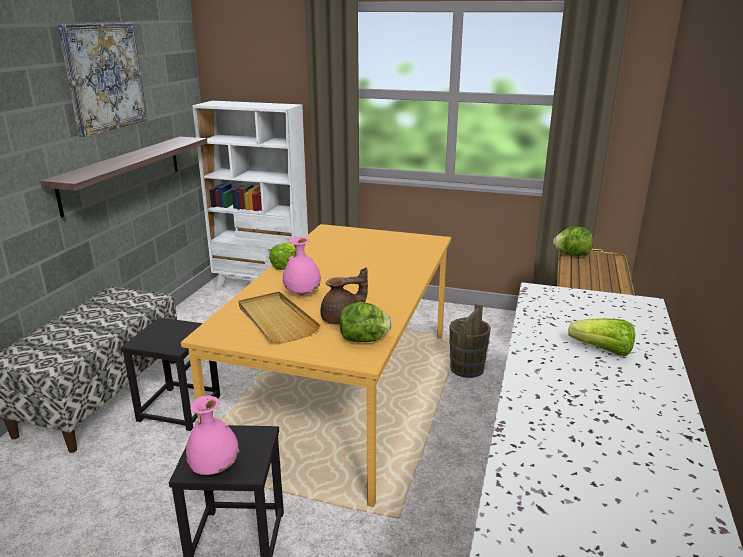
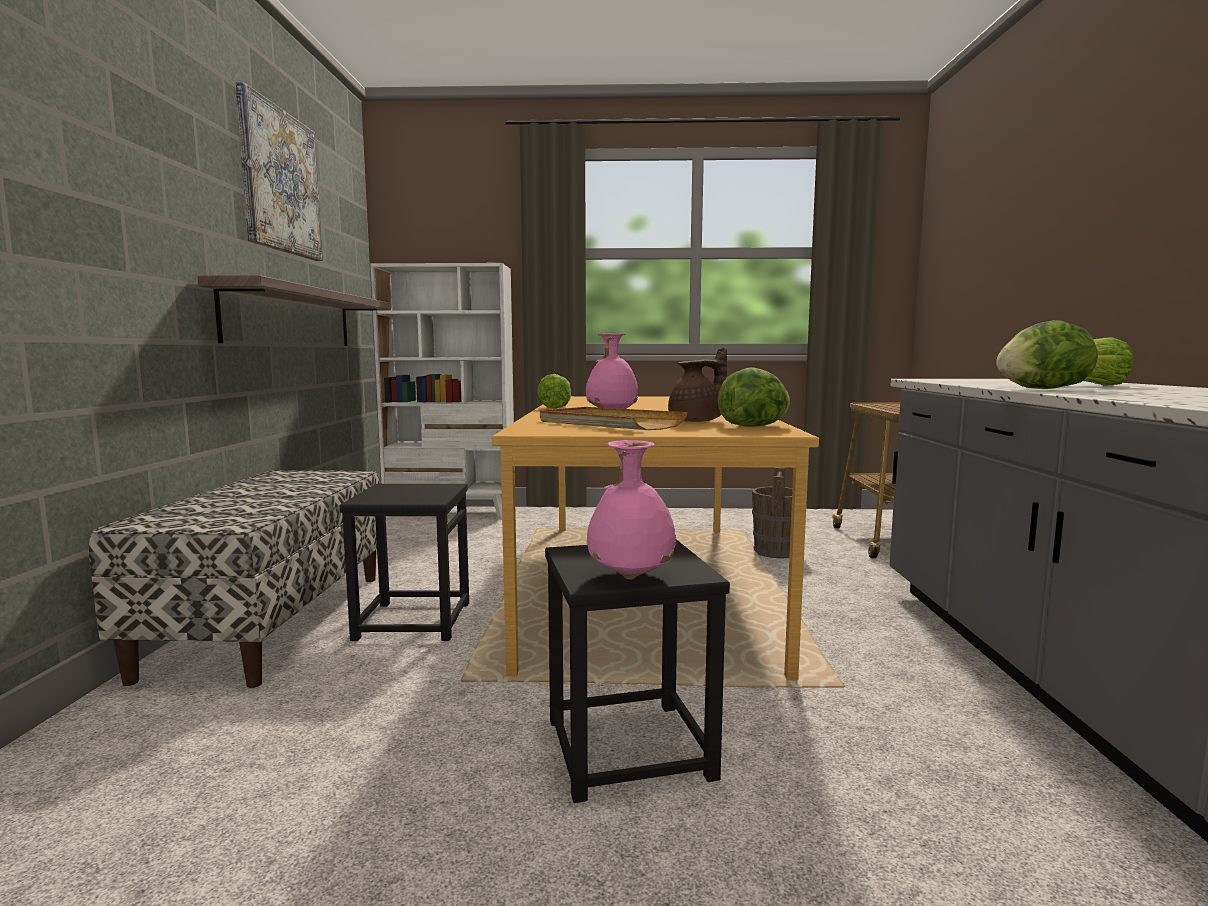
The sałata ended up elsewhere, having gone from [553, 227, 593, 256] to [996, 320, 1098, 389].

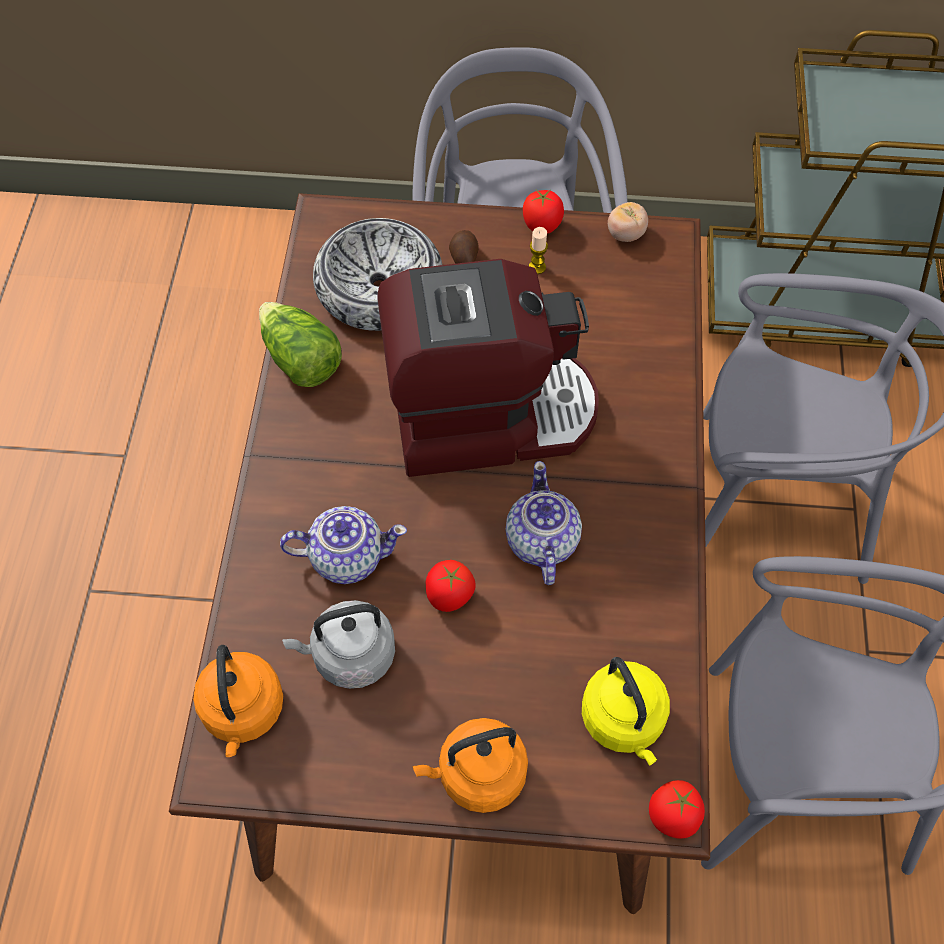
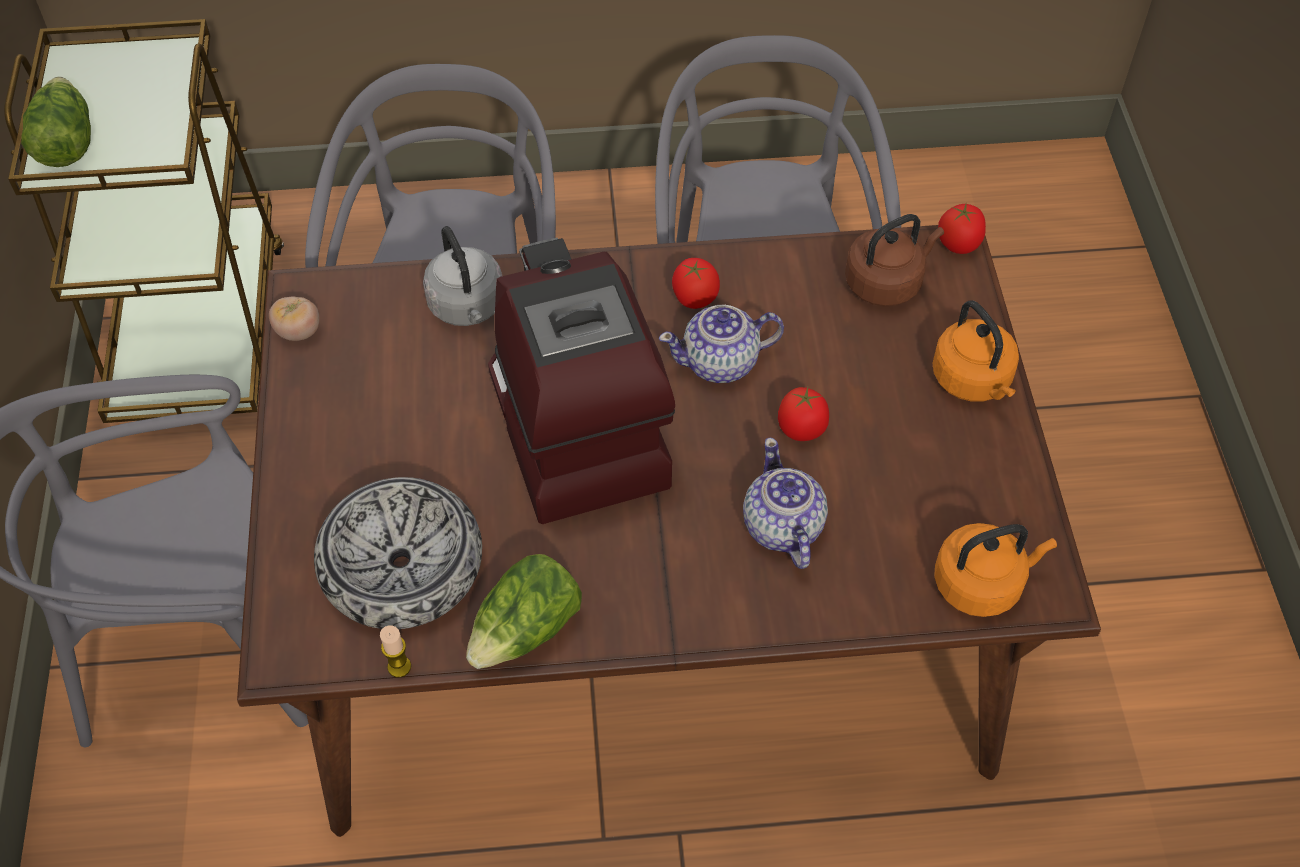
The second view gained the sałata at [21, 77, 91, 167]. The świeca ended up elsewhere, having gone from [529, 227, 548, 274] to [380, 625, 411, 678]. The czajnik/szary ended up elsewhere, having gone from [282, 600, 395, 689] to [423, 226, 502, 326]. The pomidor ended up elsewhere, having gone from [523, 190, 564, 234] to [672, 258, 720, 309]. What was the czajnik/żółty at [582, 657, 670, 766] turned into the czajnik/brązowy at [845, 214, 944, 306]. The second view lost the ziemniak at [449, 230, 478, 264].

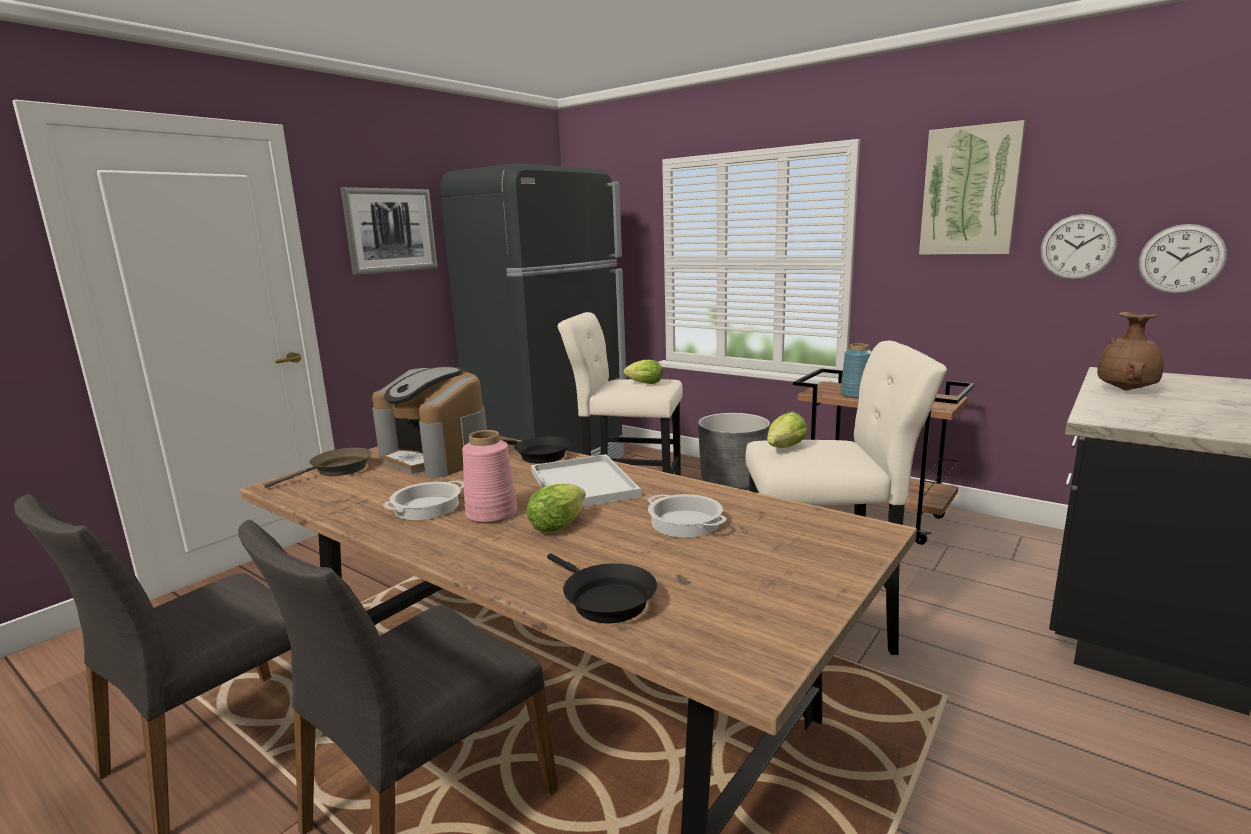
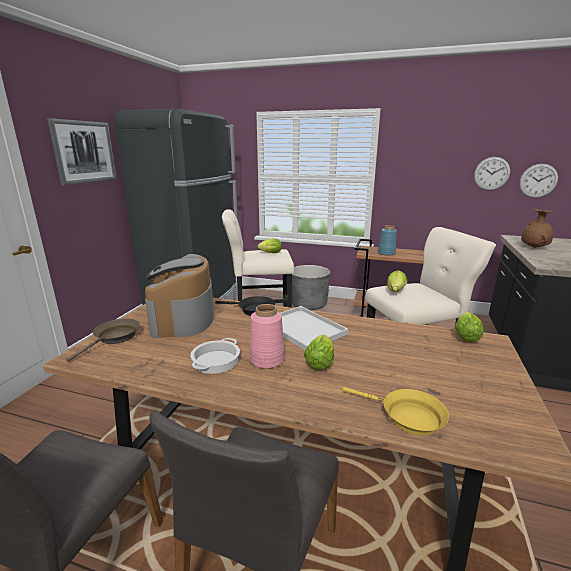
The ekspres do kawy at [372, 366, 487, 478] ended up facing another way, 60 degrees clockwise from before. What was the patelnia/czarny at [547, 553, 657, 623] turned into the patelnia/żółty at [342, 387, 449, 436]. The second view gained the sałata at [455, 312, 483, 342]. The second view lost the garnek at [648, 494, 727, 538]. The second view lost the obraz at [919, 120, 1026, 255].

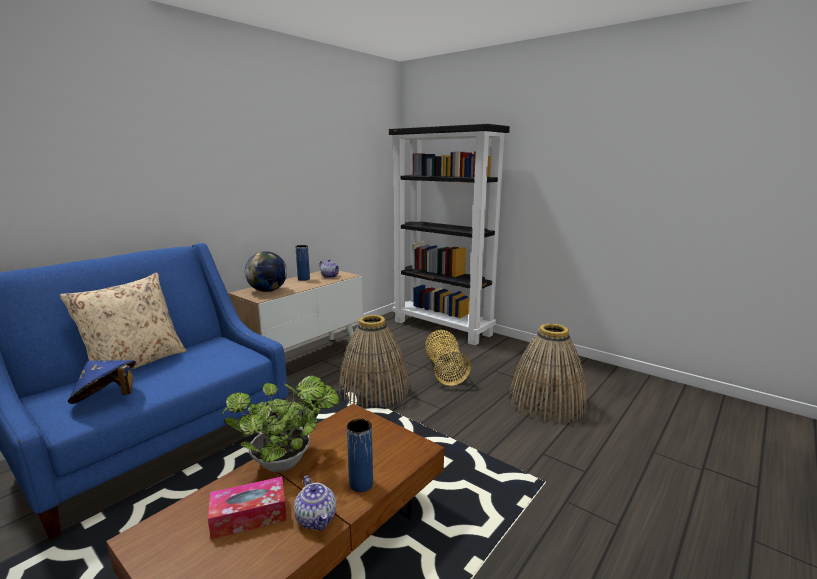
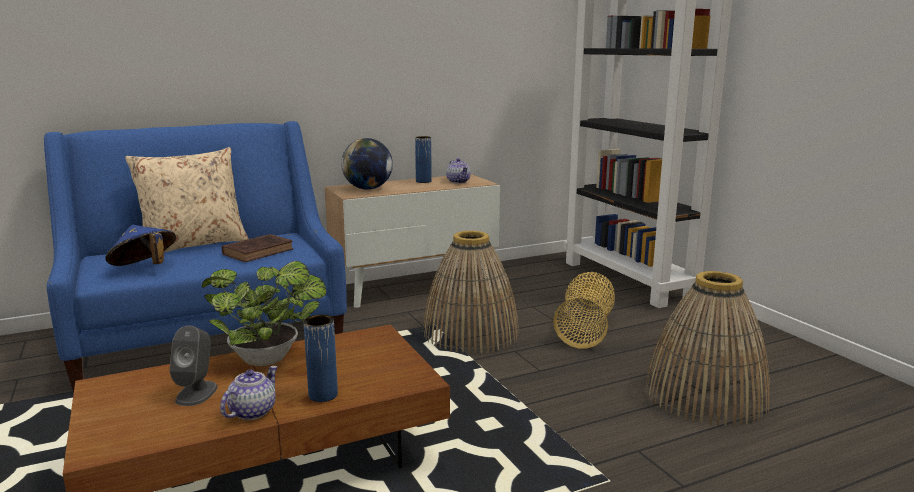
Where the pudełko chusteczek stood at [208, 477, 287, 539], the głośnik/szary came to stand at [169, 326, 218, 406]. The imbryk at [294, 475, 336, 531] ended up facing another way, 150 degrees counterclockwise from before. The second view gained the książka/brązowy at [222, 234, 293, 262].

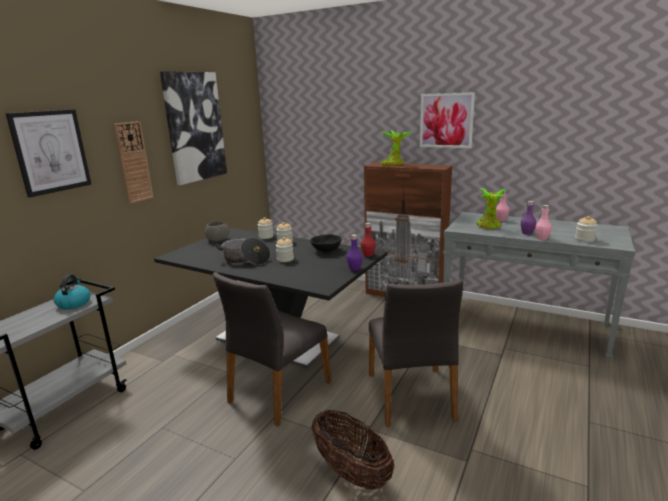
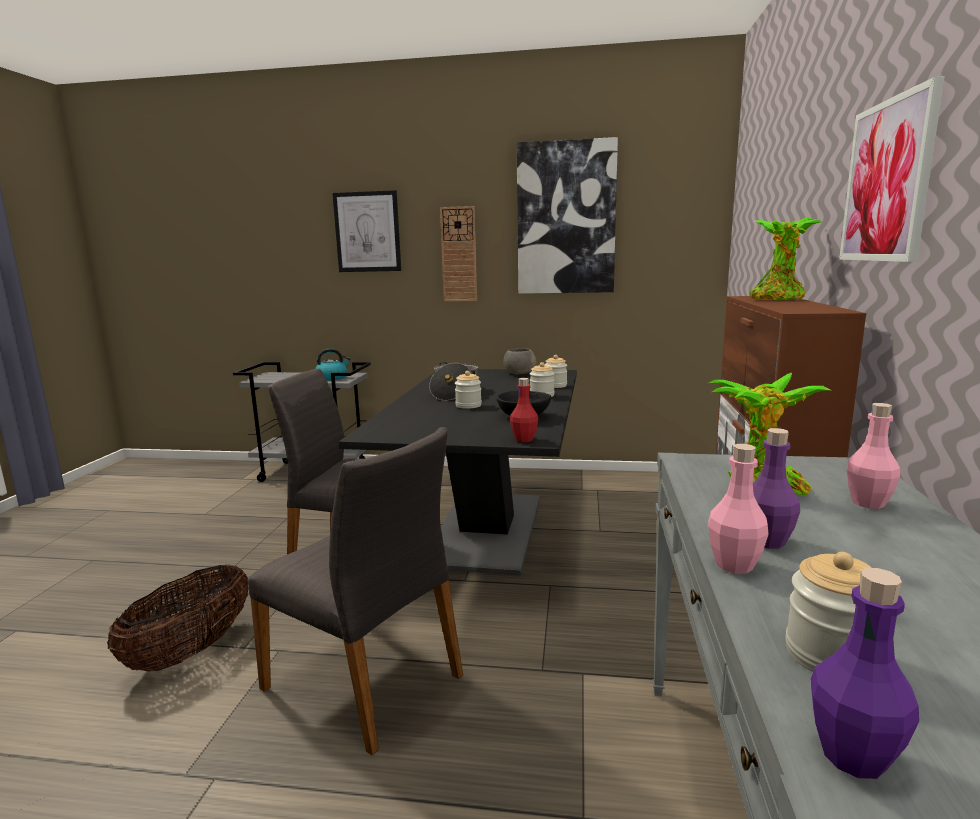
The krzesło/szary at [369, 279, 463, 427] ended up facing another way, 120 degrees counterclockwise from before. The butelka/fioletowy ended up elsewhere, having gone from [346, 234, 363, 271] to [811, 568, 919, 779].

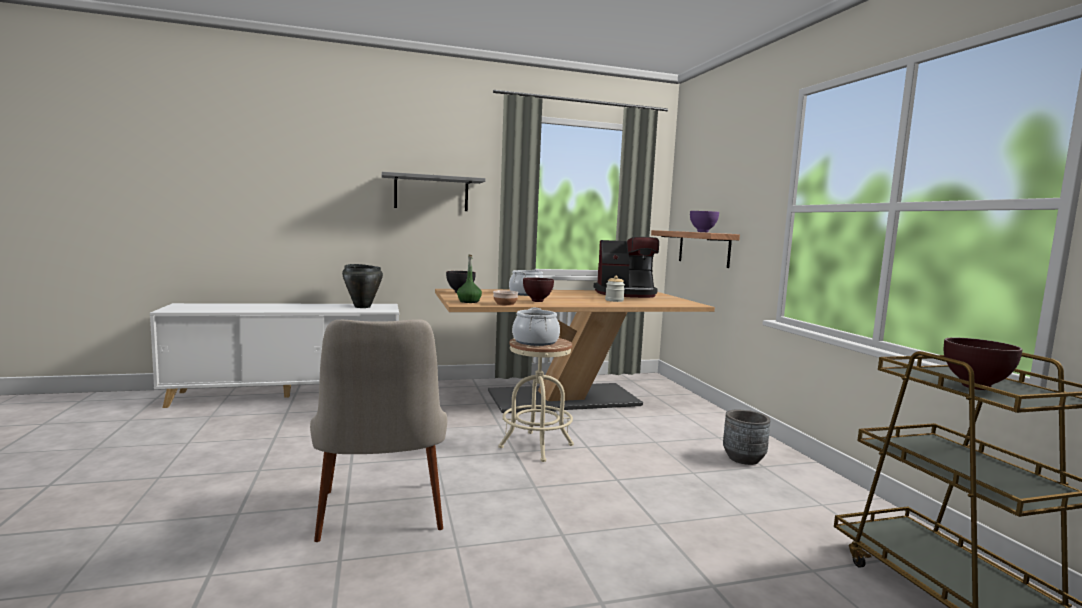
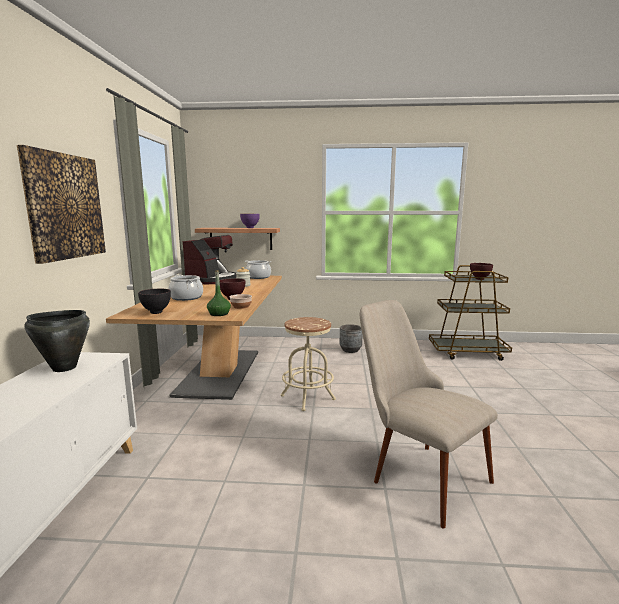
Where the półka/szary hung at [382, 172, 485, 211], the obraz came to hang at [17, 145, 106, 264]. The garnek ended up elsewhere, having gone from [512, 308, 560, 346] to [245, 260, 272, 279]. The krzesło/beżowy at [310, 319, 448, 542] ended up facing another way, 135 degrees counterclockwise from before.

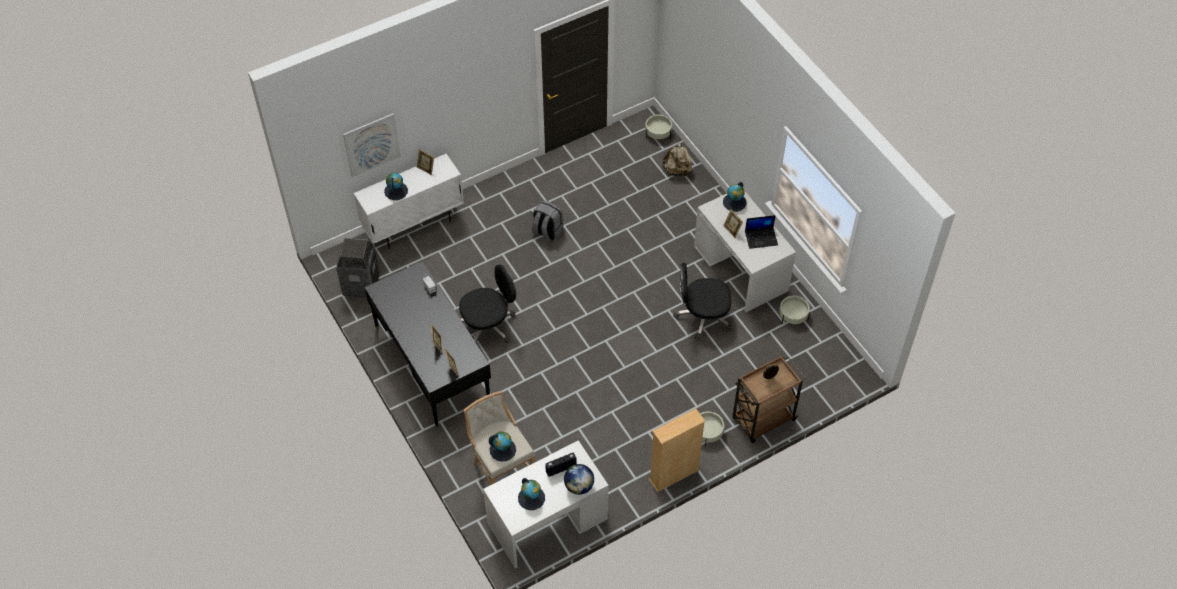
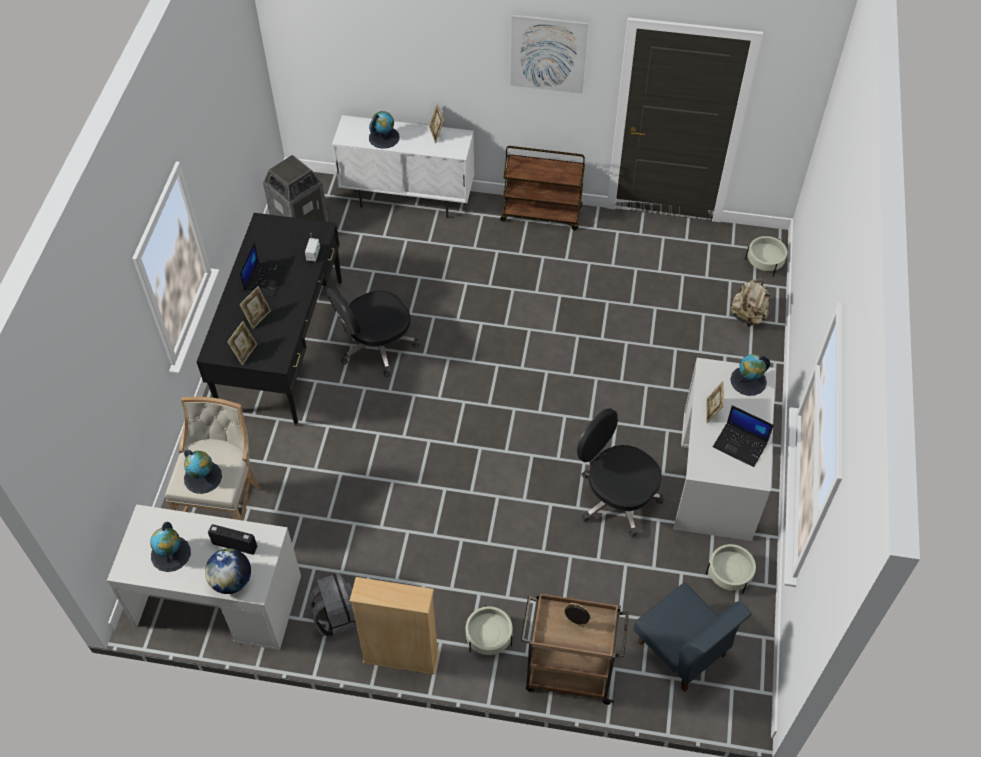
The second view gained the laptop at [240, 242, 287, 298]. The plecak/szary ended up elsewhere, having gone from [532, 200, 564, 242] to [309, 573, 357, 637]. The krzesło biurowe/czarny at [459, 265, 516, 343] ended up facing another way, 135 degrees clockwise from before. The second view gained the wózek/brązowy at [500, 146, 585, 230]. The obraz ended up elsewhere, having gone from [343, 113, 401, 177] to [510, 14, 588, 94]. The second view gained the krzesło/niebieski at [633, 582, 752, 692].

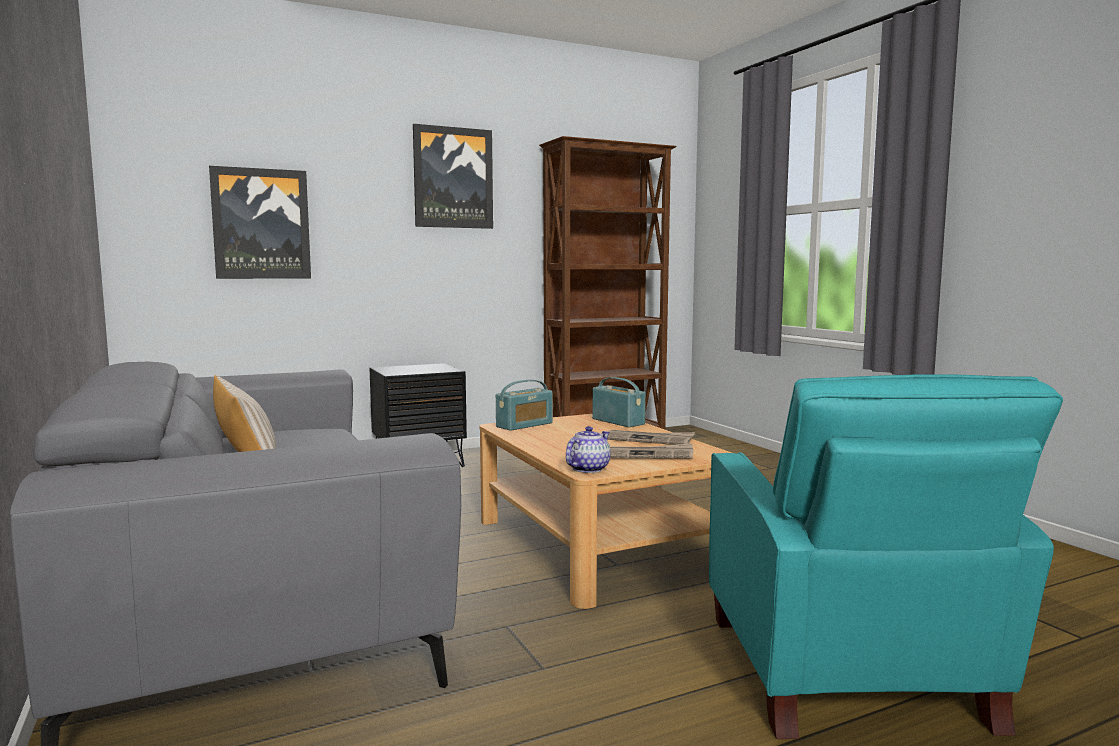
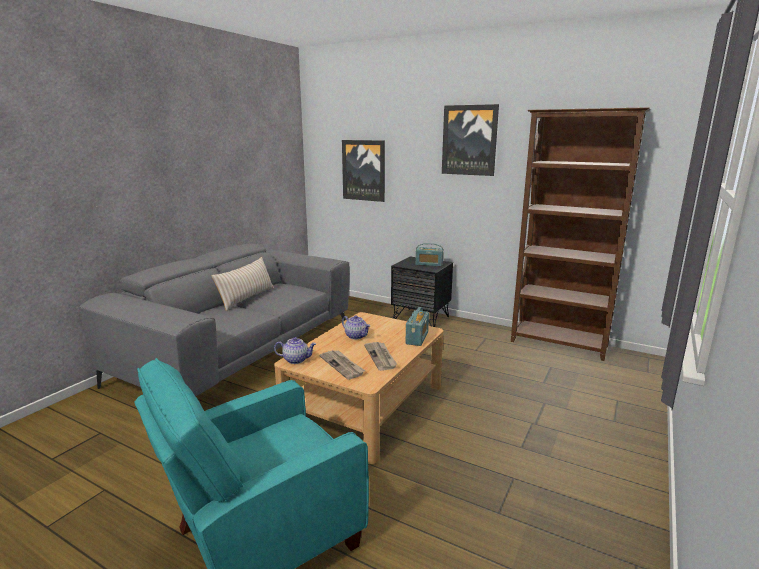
The second view gained the imbryk at [342, 315, 370, 339]. The radio ended up elsewhere, having gone from [496, 380, 553, 431] to [416, 243, 444, 266].

